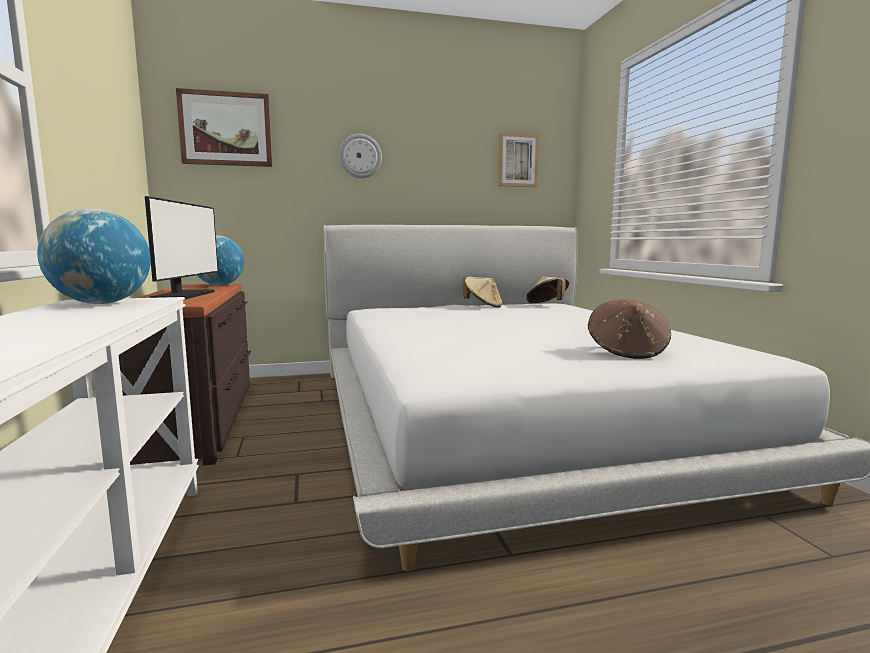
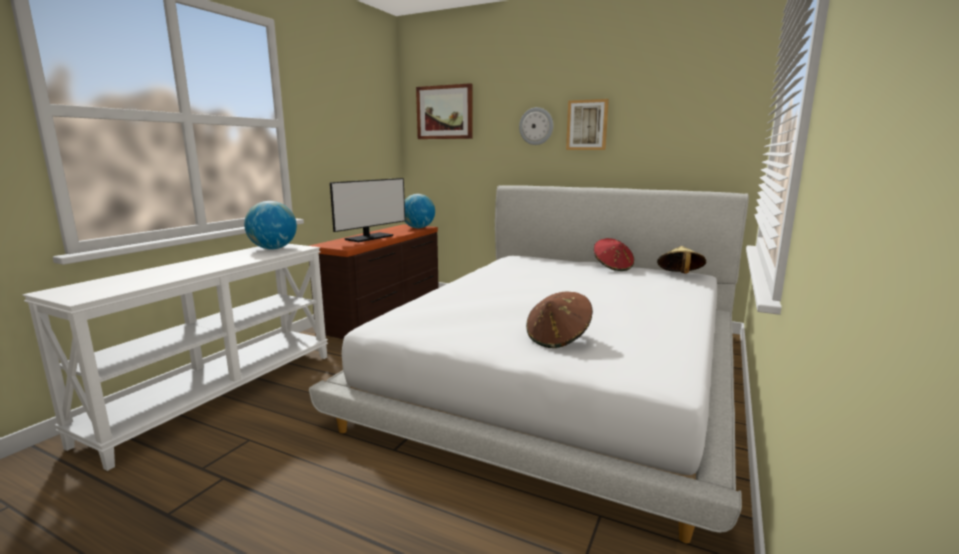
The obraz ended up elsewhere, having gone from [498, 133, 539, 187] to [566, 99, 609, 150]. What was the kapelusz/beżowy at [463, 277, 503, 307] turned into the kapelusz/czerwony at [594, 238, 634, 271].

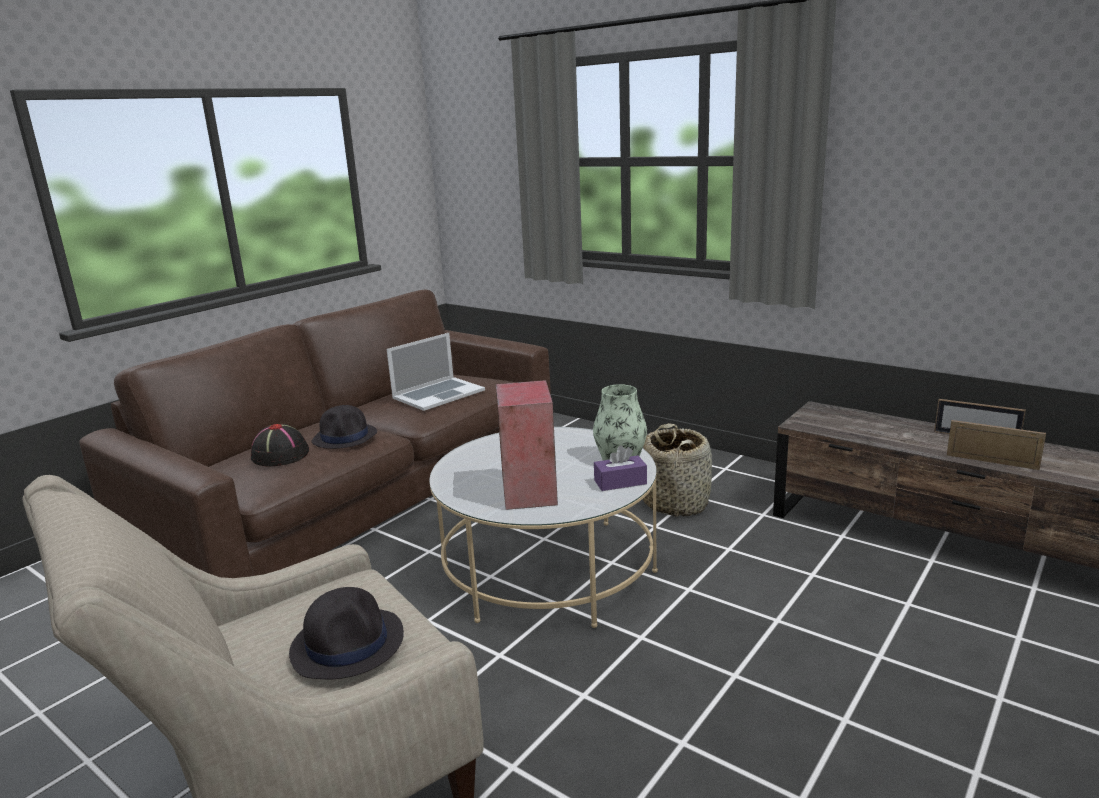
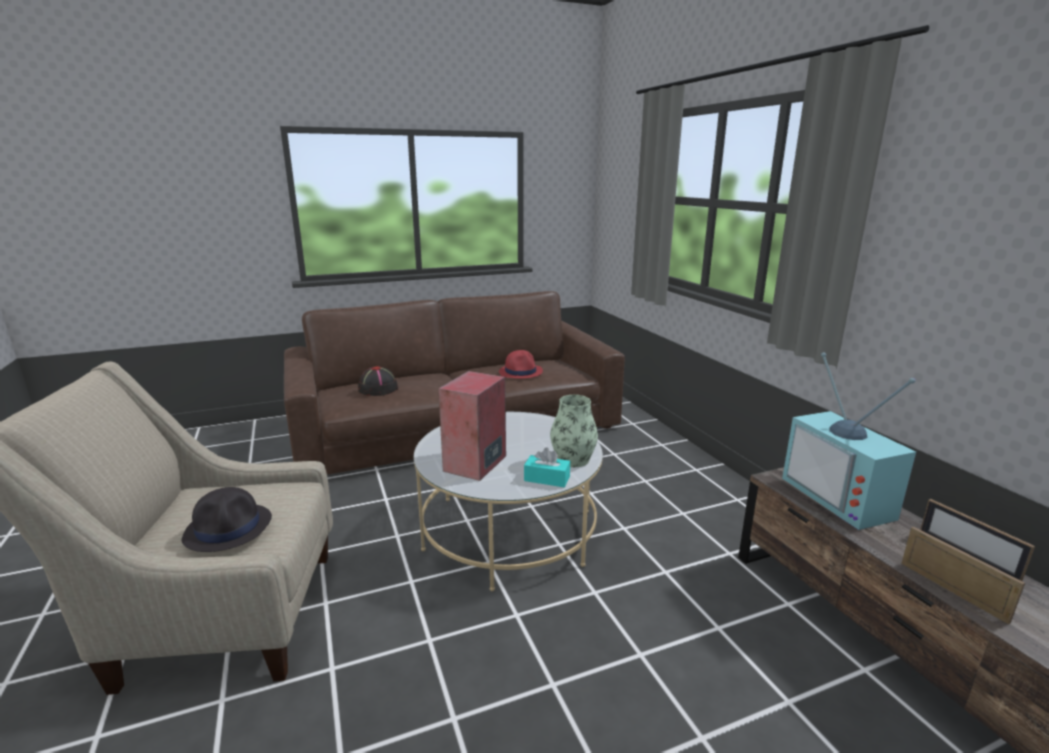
Where the laptop stood at [387, 333, 485, 411], the kapelusz/czerwony came to stand at [499, 350, 543, 379]. What was the pudełko chusteczek/fioletowy at [594, 445, 647, 491] turned into the pudełko chusteczek/turkusowy at [524, 447, 570, 487]. The second view gained the telewizor at [782, 352, 916, 530]. The second view lost the kapelusz/czarny at [312, 405, 377, 449]. The second view lost the koszyk at [643, 423, 712, 517].

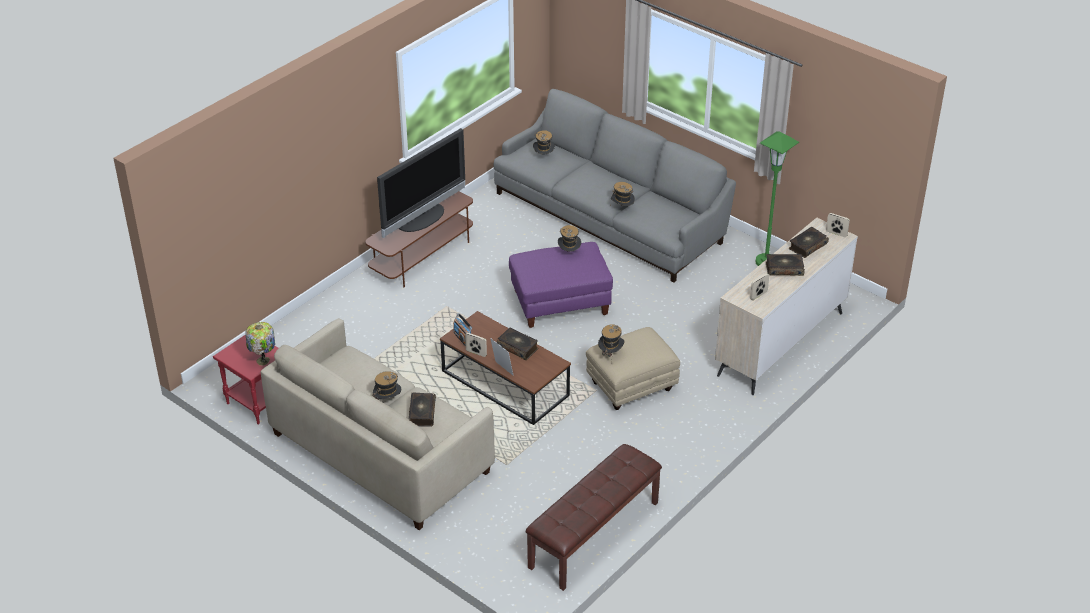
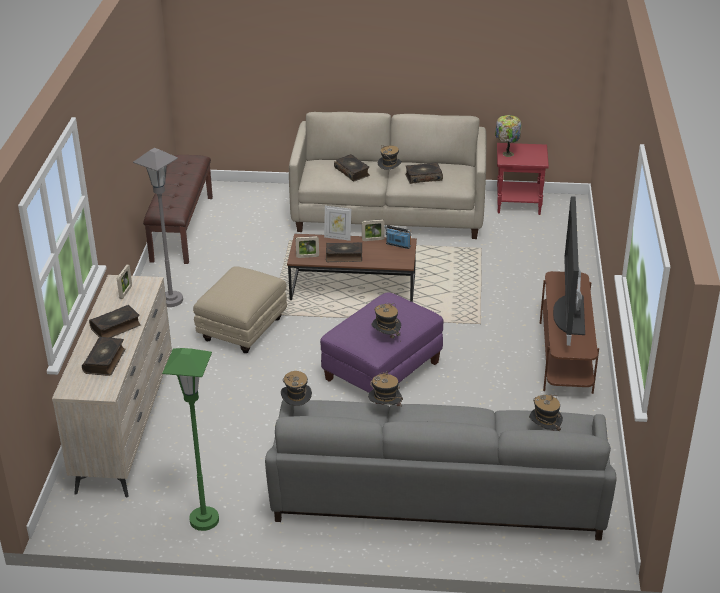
The second view gained the lampa stojąca/szary at [133, 148, 183, 307]. The kapelusz ended up elsewhere, having gone from [598, 324, 624, 363] to [281, 371, 312, 406]. The ramka na zdjęcie ended up elsewhere, having gone from [826, 213, 850, 237] to [296, 236, 319, 258]. The second view gained the książka at [405, 162, 443, 184].

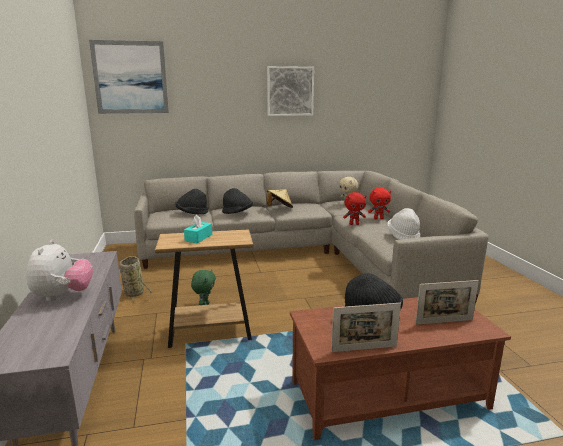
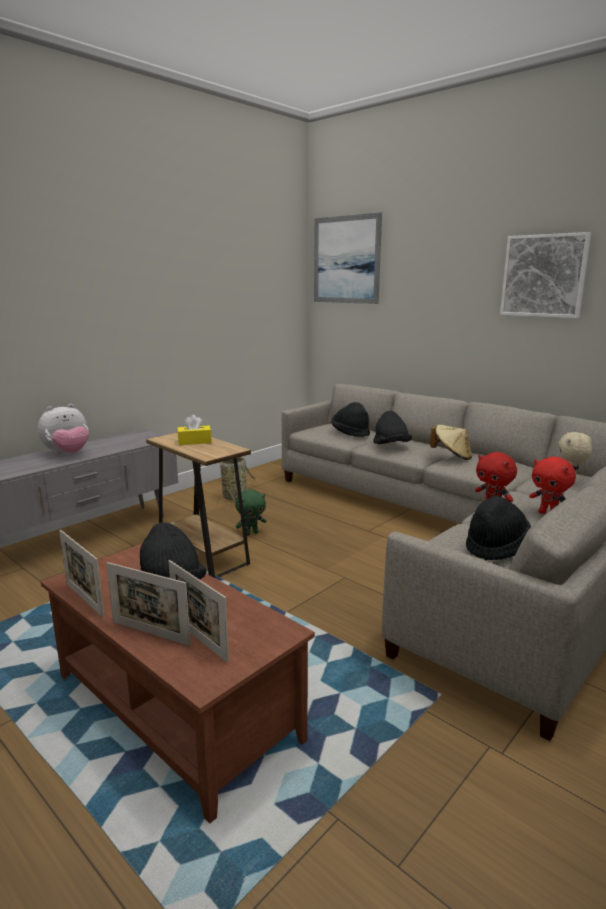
The second view gained the ramka na zdjęcie at [106, 562, 191, 646]. What was the pudełko chusteczek/turkusowy at [184, 215, 212, 243] turned into the pudełko chusteczek/żółty at [177, 415, 212, 445]. What was the kapelusz/biały at [387, 208, 420, 240] turned into the kapelusz/czarny at [466, 495, 531, 561].

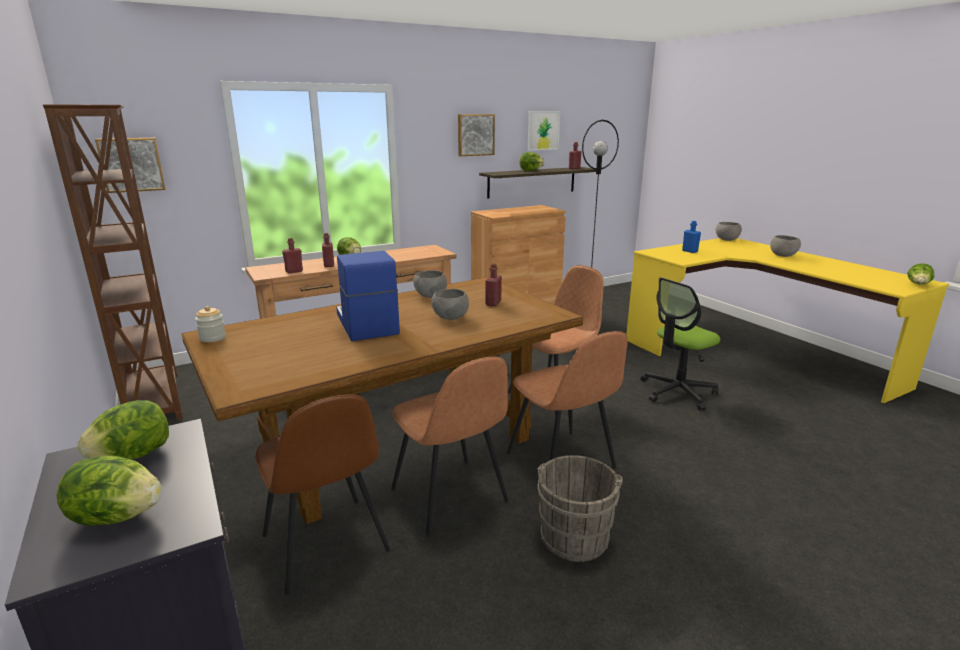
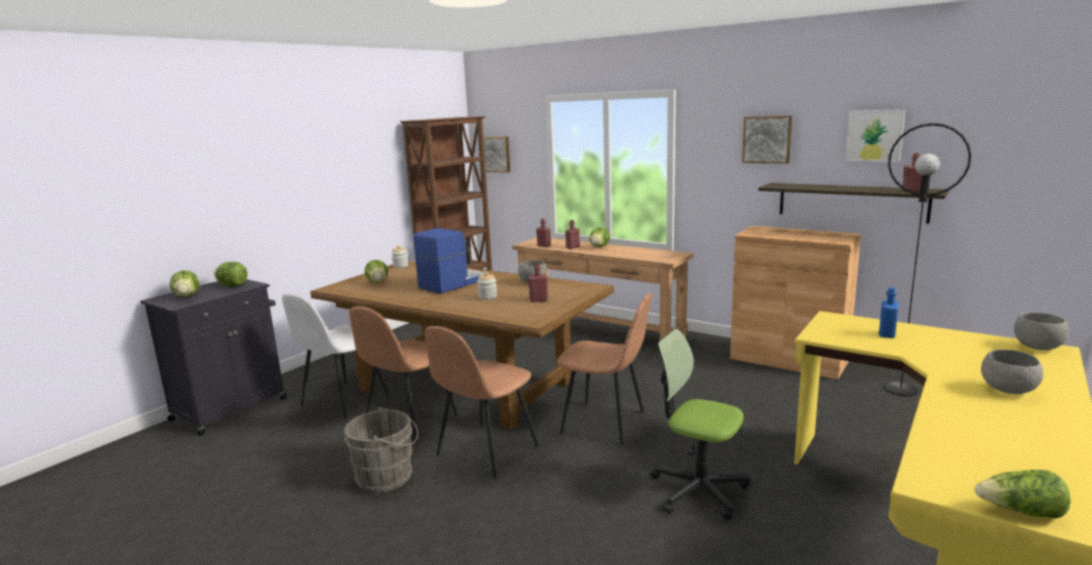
What was the krzesło/brązowy at [255, 394, 390, 594] turned into the krzesło/biały at [282, 293, 389, 419]. The sałata ended up elsewhere, having gone from [520, 152, 544, 171] to [365, 260, 388, 283]. Where the miska/szary stood at [431, 289, 469, 320], the słoik came to stand at [477, 272, 497, 300].

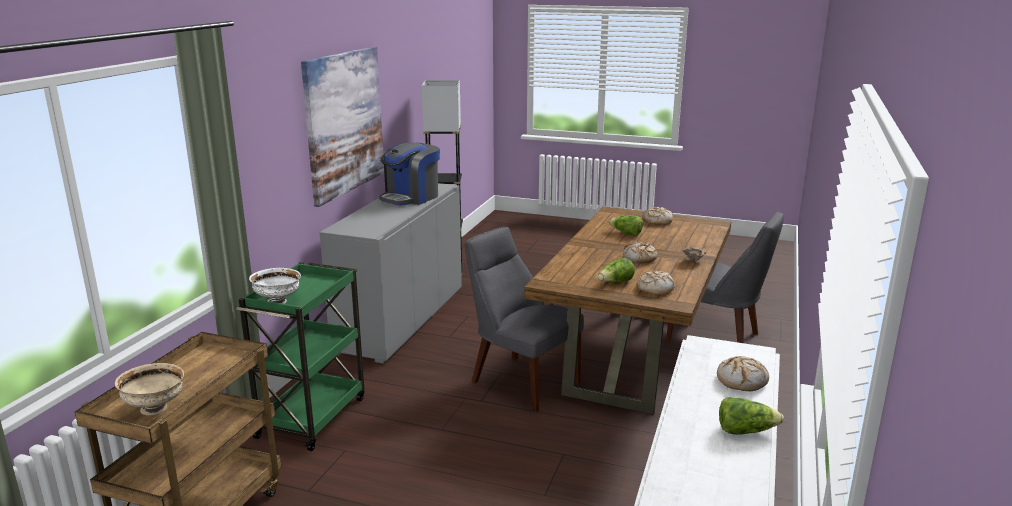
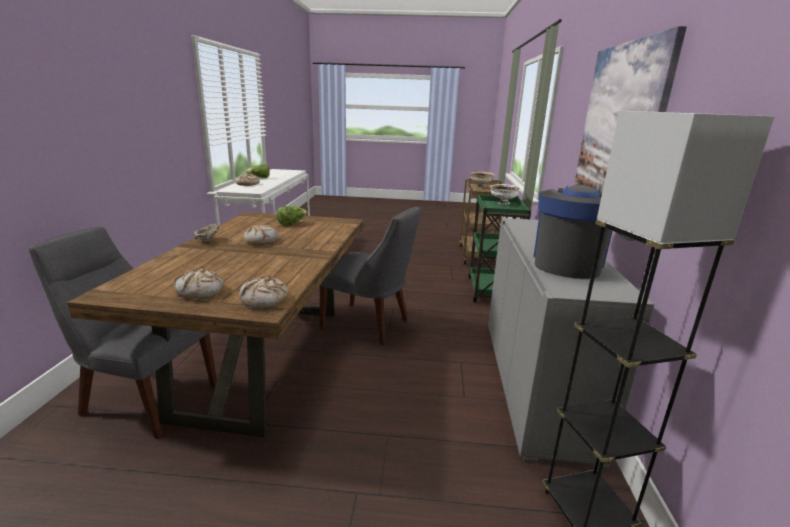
The chleb ended up elsewhere, having gone from [637, 271, 675, 295] to [239, 276, 288, 309]. The second view lost the sałata at [609, 215, 643, 236].

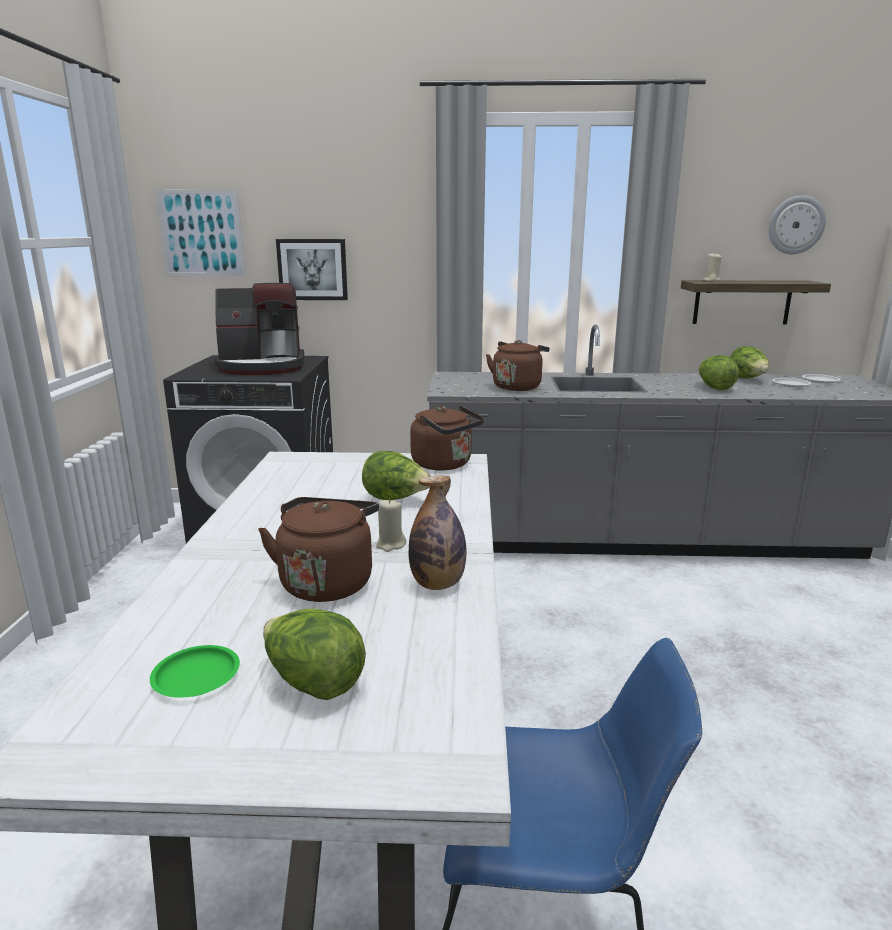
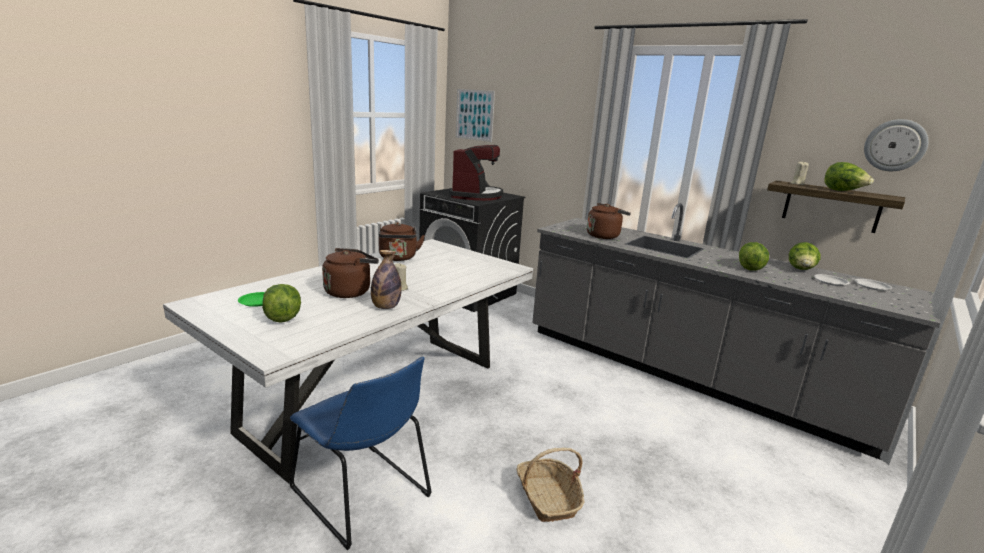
The czajnik/brązowy ended up elsewhere, having gone from [410, 405, 484, 470] to [379, 222, 425, 261]. The ekspres do kawy at [215, 283, 304, 375] ended up facing another way, 105 degrees counterclockwise from before. The second view gained the koszyk at [516, 448, 584, 522]. The sałata ended up elsewhere, having gone from [362, 451, 430, 500] to [824, 162, 874, 191]. The second view lost the obraz at [276, 239, 348, 300].

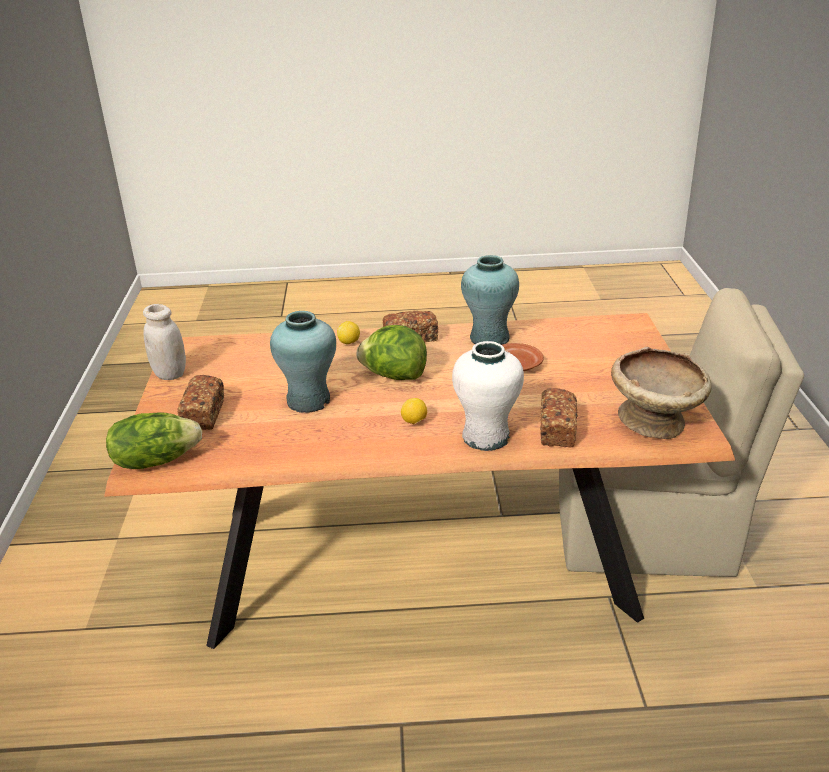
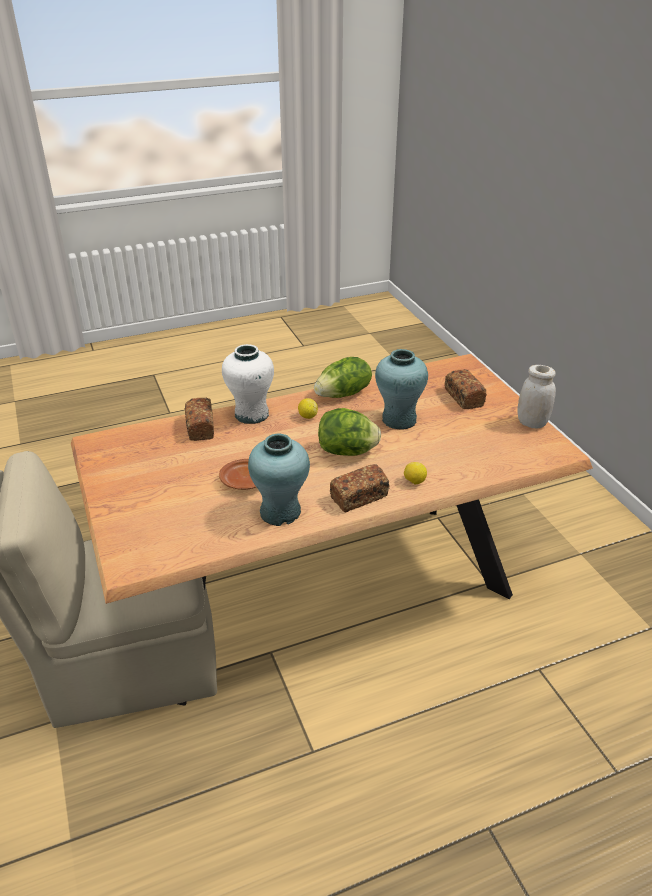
The sałata ended up elsewhere, having gone from [106, 412, 202, 469] to [314, 357, 372, 398]. The second view lost the miska/beżowy at [611, 347, 711, 439].

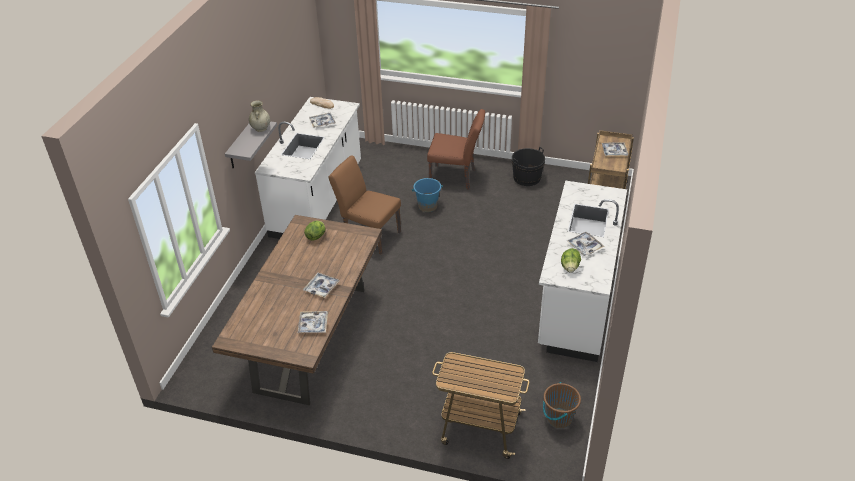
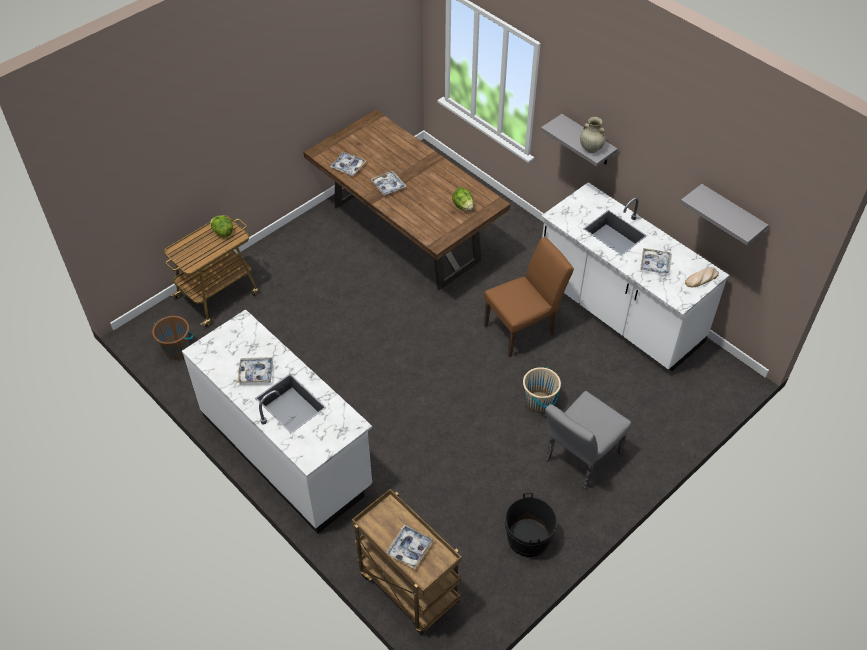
The sałata ended up elsewhere, having gone from [561, 248, 581, 273] to [210, 215, 233, 237]. What was the wiadro/niebieski at [412, 178, 443, 212] turned into the wiadro/beżowy at [523, 367, 561, 413]. What was the krzesło/brązowy at [427, 109, 485, 190] turned into the krzesło/szary at [545, 391, 631, 489]. The second view gained the półka/szary at [680, 184, 768, 245].

